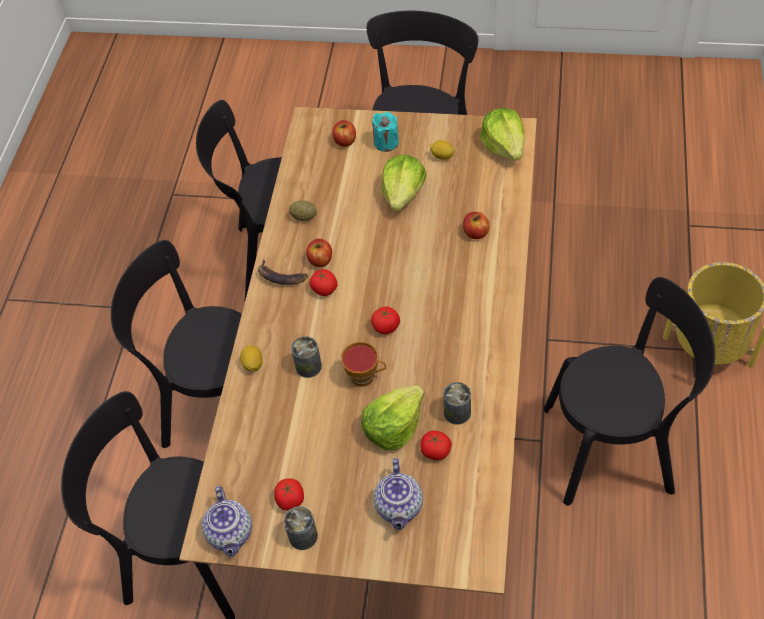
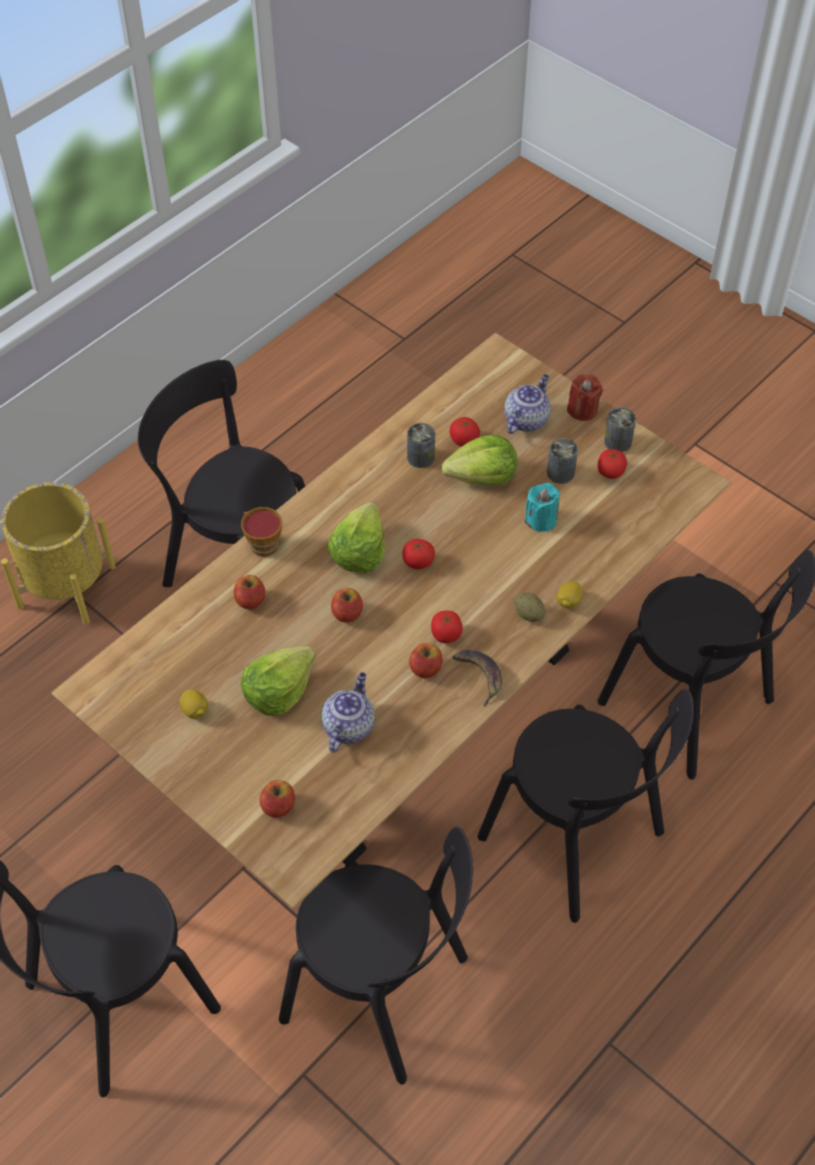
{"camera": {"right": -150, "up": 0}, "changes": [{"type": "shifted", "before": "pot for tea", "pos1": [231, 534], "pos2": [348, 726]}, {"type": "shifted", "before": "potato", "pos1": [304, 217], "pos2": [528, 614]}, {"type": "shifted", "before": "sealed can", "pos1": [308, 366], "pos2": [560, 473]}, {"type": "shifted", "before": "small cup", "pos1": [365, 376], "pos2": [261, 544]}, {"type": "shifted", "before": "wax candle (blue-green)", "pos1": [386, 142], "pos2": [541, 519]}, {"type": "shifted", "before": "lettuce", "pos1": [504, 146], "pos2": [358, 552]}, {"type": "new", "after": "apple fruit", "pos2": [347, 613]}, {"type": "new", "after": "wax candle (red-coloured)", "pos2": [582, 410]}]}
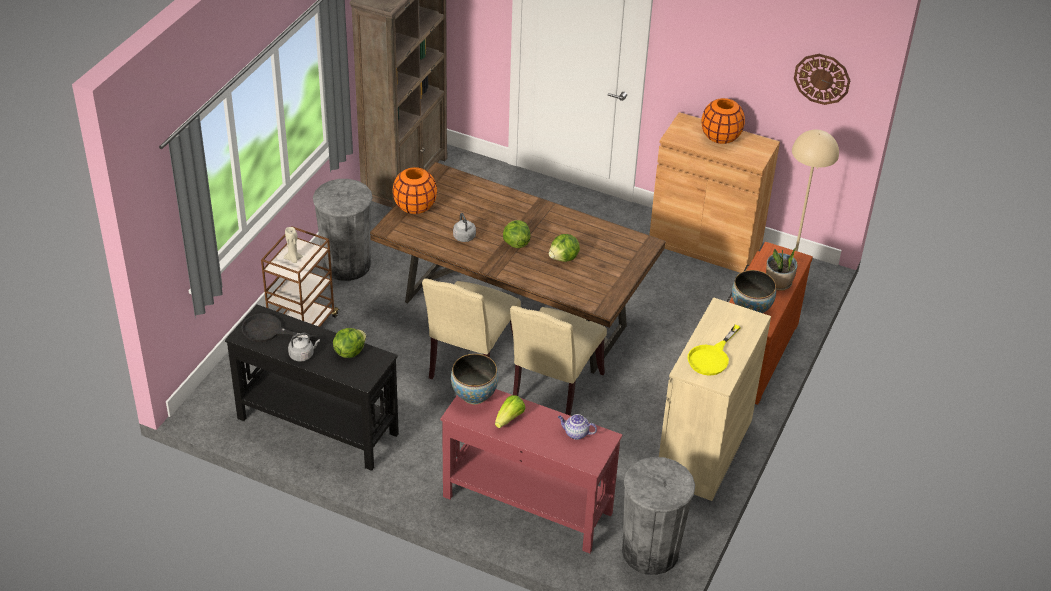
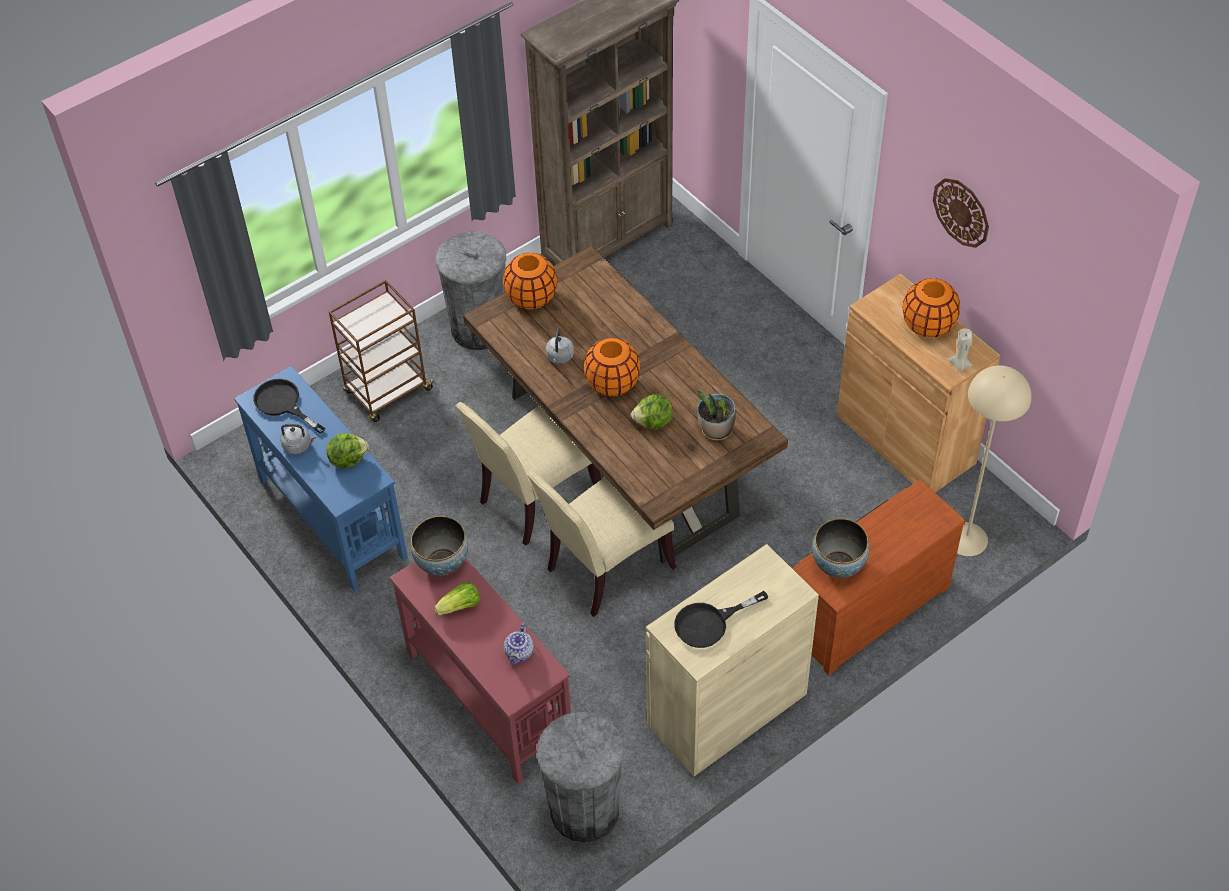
{"camera": {"right": 30, "up": 10}, "changes": [{"type": "repainted", "before": "hall table (black-coloured)", "after": "hall table (blue)", "pos1": [317, 425], "pos2": [332, 516]}, {"type": "shifted", "before": "wax candle (beige-coloured)", "pos1": [293, 259], "pos2": [959, 365]}, {"type": "swapped", "before": "lettuce", "after": "vase (orangey)", "pos1": [516, 243], "pos2": [612, 384]}, {"type": "rotated", "before": "pot for tea", "pos1": [575, 433], "pos2": [519, 653], "turn": -120}, {"type": "repainted", "before": "frying pan (yellow)", "after": "frying pan (black-coloured)", "pos1": [712, 357], "pos2": [709, 623]}, {"type": "shifted", "before": "plant in a pot", "pos1": [778, 283], "pos2": [716, 430]}, {"type": "shifted", "before": "clock on the wall", "pos1": [822, 78], "pos2": [961, 212]}]}
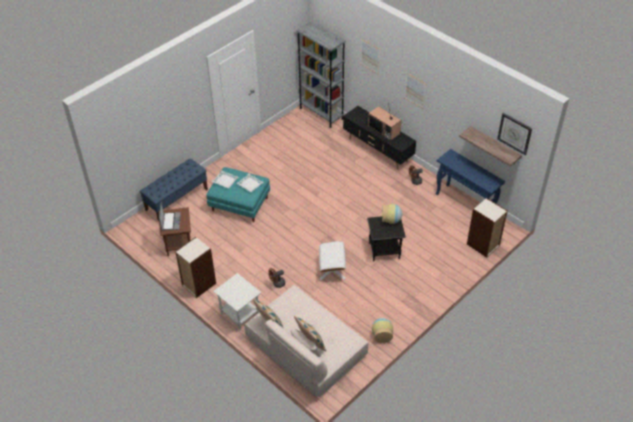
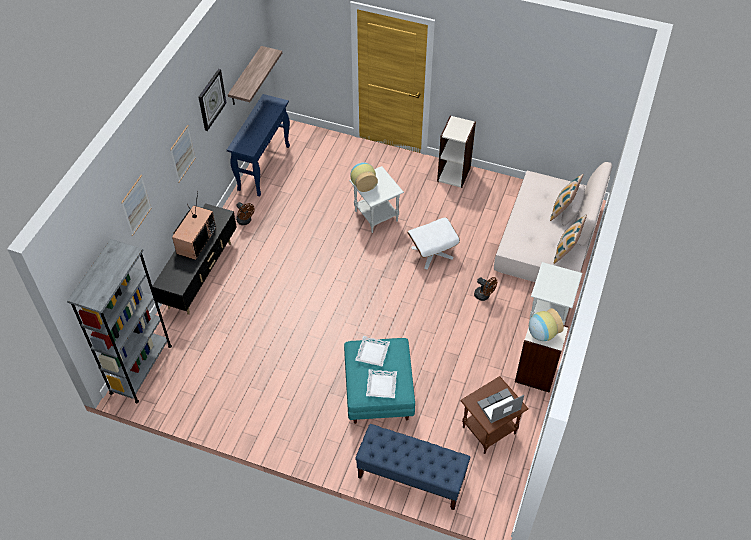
{"camera": {"right": -115, "up": 5}, "changes": [{"type": "repainted", "before": "end table (black-coloured)", "after": "end table (white-coloured)", "pos1": [384, 251], "pos2": [376, 216]}, {"type": "shifted", "before": "vase", "pos1": [382, 335], "pos2": [542, 334]}, {"type": "shifted", "before": "bookcase", "pos1": [483, 245], "pos2": [454, 174]}, {"type": "shifted", "before": "clock on the wall", "pos1": [515, 133], "pos2": [211, 99]}]}
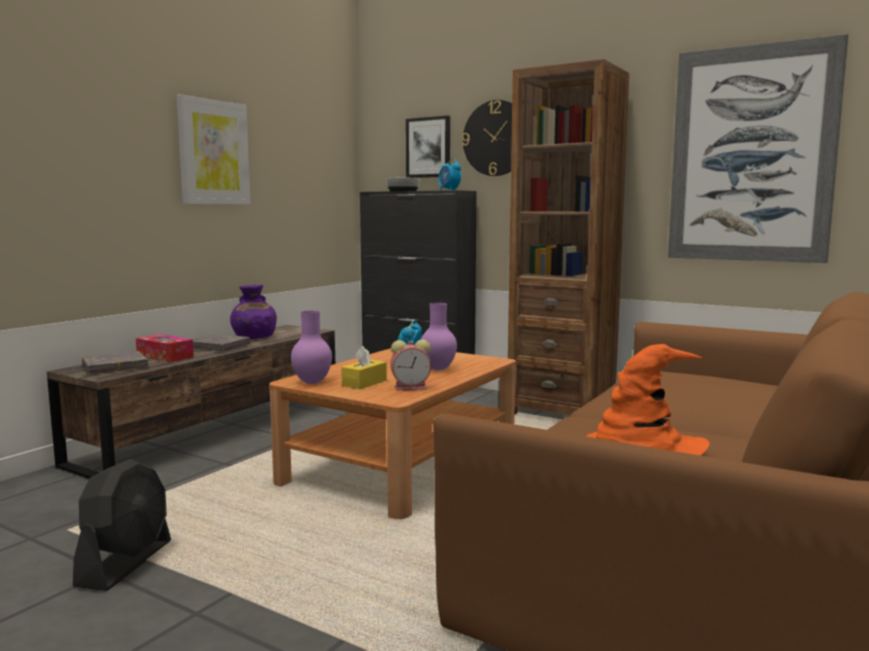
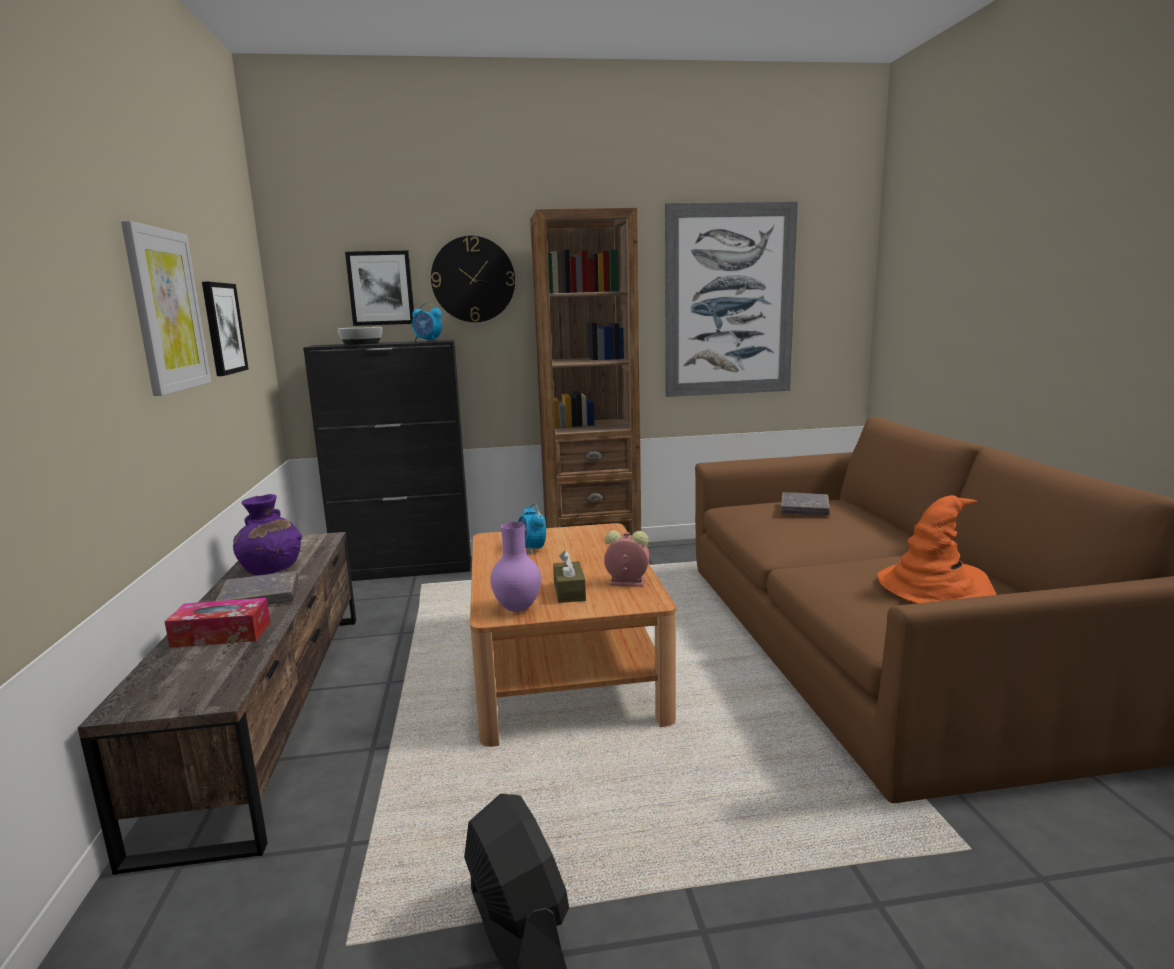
{"camera": {"right": -40, "up": 5}, "changes": [{"type": "shifted", "before": "bound book (gray)", "pos1": [115, 367], "pos2": [804, 508]}, {"type": "repainted", "before": "tissue holder (yellow)", "after": "tissue holder (brownish)", "pos1": [364, 383], "pos2": [569, 591]}, {"type": "rotated", "before": "alarm clock", "pos1": [412, 387], "pos2": [625, 582], "turn": -120}, {"type": "gone", "before": "vase (purple)", "pos1": [437, 369]}, {"type": "new", "after": "wall art", "pos2": [223, 328]}]}
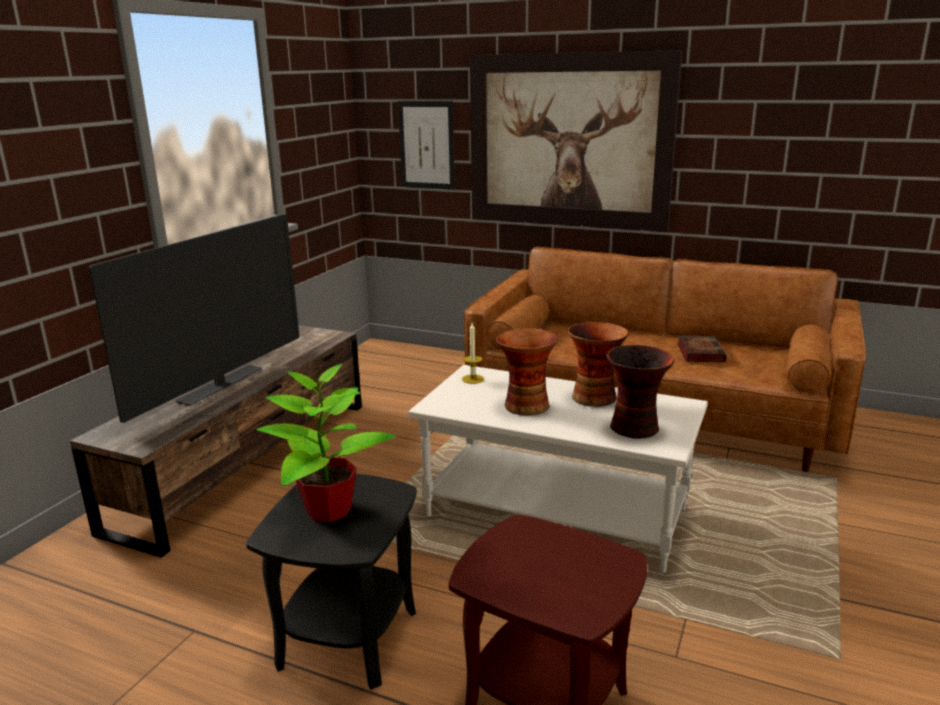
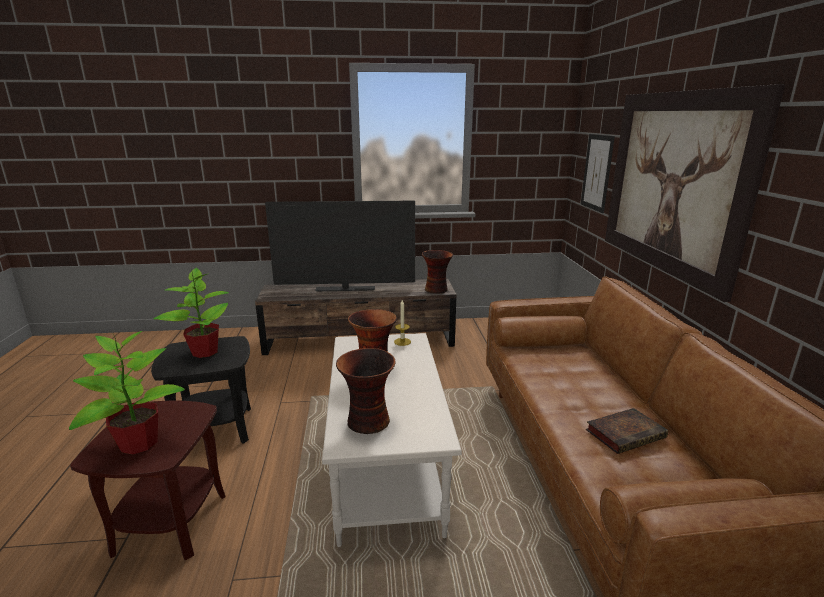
{"camera": {"right": 60, "up": 0}, "changes": [{"type": "shifted", "before": "vase", "pos1": [594, 397], "pos2": [437, 289]}, {"type": "new", "after": "plant in a pot", "pos2": [138, 443]}]}
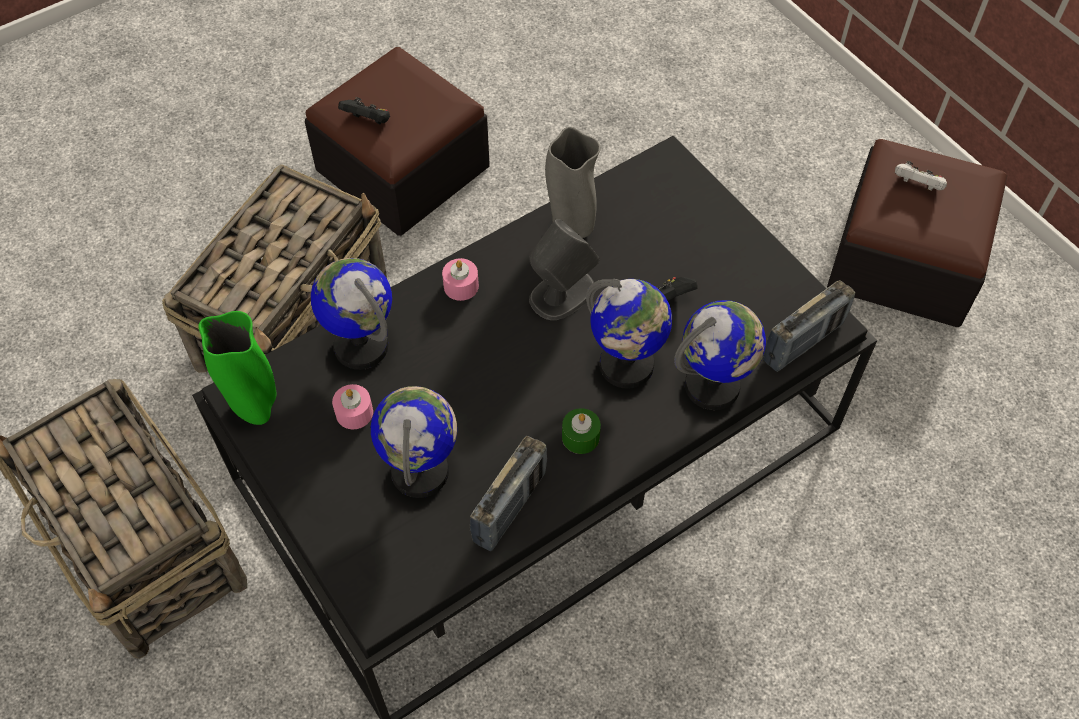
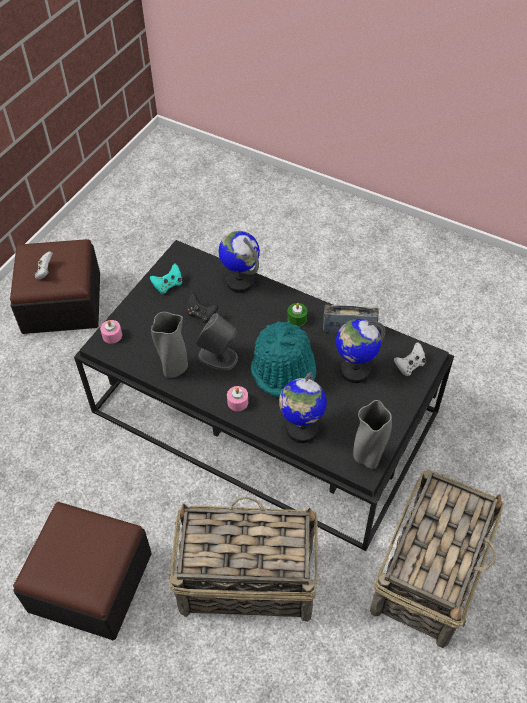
{"camera": {"right": -115, "up": -5}, "changes": [{"type": "repainted", "before": "vase (green-coloured)", "after": "vase (gray)", "pos1": [256, 408], "pos2": [367, 458]}, {"type": "shifted", "before": "wax candle (pink-coloured)", "pos1": [354, 413], "pos2": [112, 335]}, {"type": "gone", "before": "game controller (black-coloured)", "pos1": [368, 121]}, {"type": "gone", "before": "world globe", "pos1": [626, 366]}, {"type": "gone", "before": "radio receiver", "pos1": [803, 342]}, {"type": "new", "after": "game controller (blue-green)", "pos2": [168, 285]}, {"type": "new", "after": "clothing hat (blue-green)", "pos2": [284, 368]}, {"type": "new", "after": "game controller (white-coloured)", "pos2": [409, 366]}]}
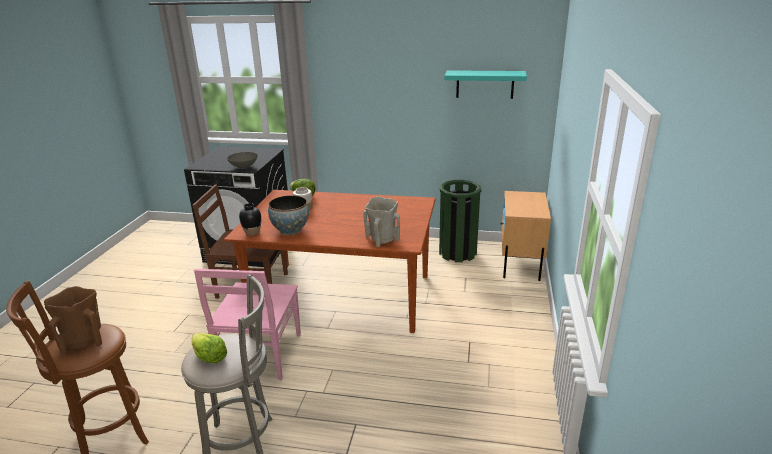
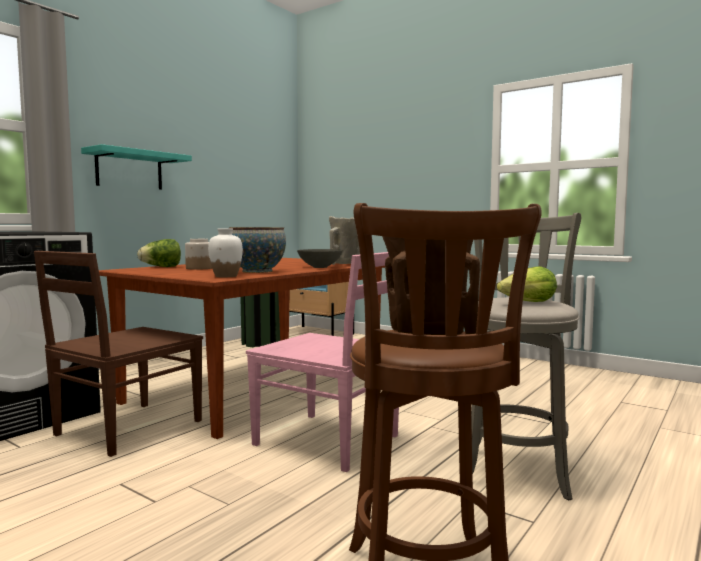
{"camera": {"right": -65, "up": -20}, "changes": [{"type": "shifted", "before": "bowl (gray)", "pos1": [244, 167], "pos2": [319, 267]}, {"type": "repainted", "before": "vase (black-coloured)", "after": "vase (white-coloured)", "pos1": [252, 232], "pos2": [226, 276]}, {"type": "shifted", "before": "wall shelf (blue-green)", "pos1": [485, 84], "pos2": [129, 170]}]}
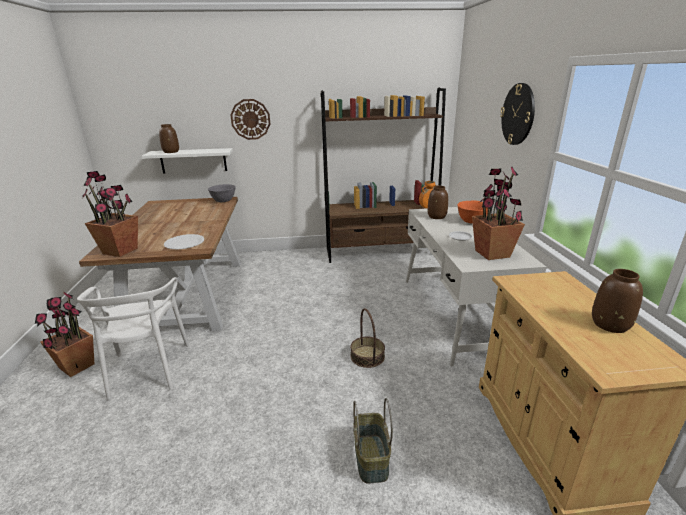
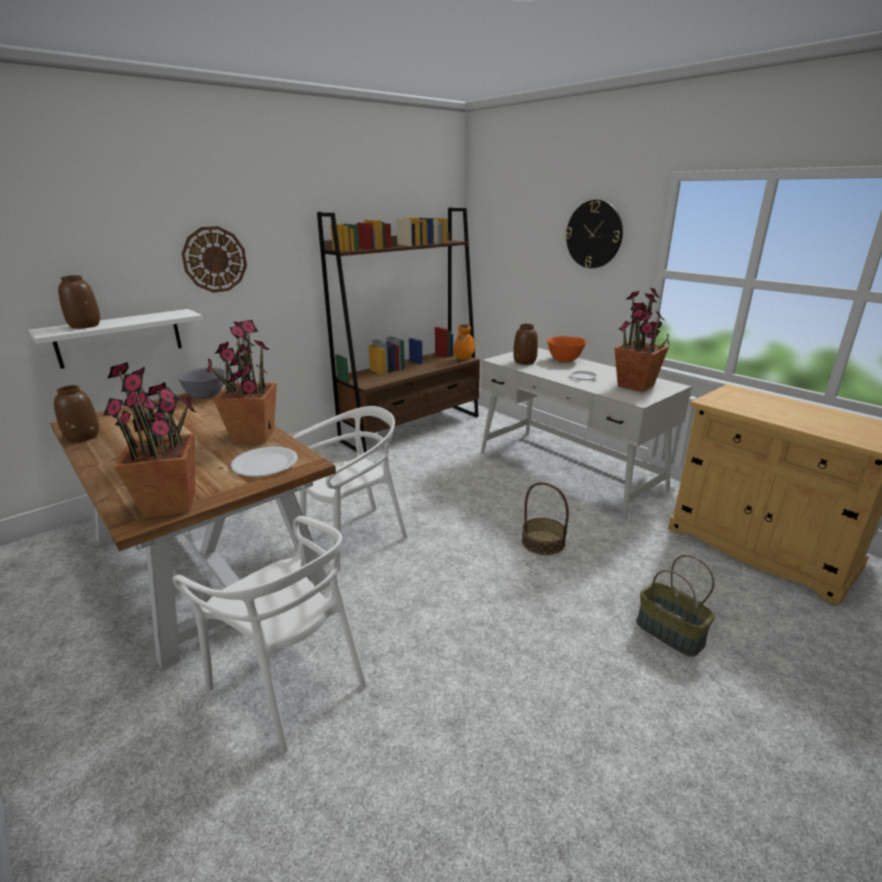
{"camera": {"right": -35, "up": 0}, "changes": [{"type": "shifted", "before": "plant in a pot", "pos1": [76, 366], "pos2": [253, 436]}, {"type": "shifted", "before": "vase (brownish)", "pos1": [610, 324], "pos2": [83, 437]}, {"type": "new", "after": "plain chair (white-coloured)", "pos2": [353, 536]}]}
